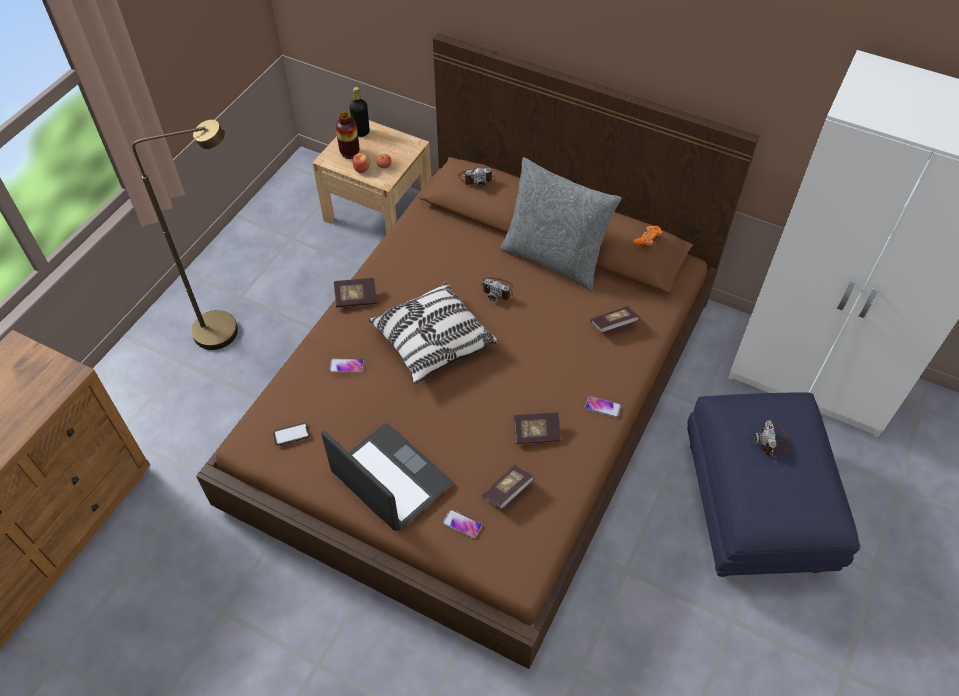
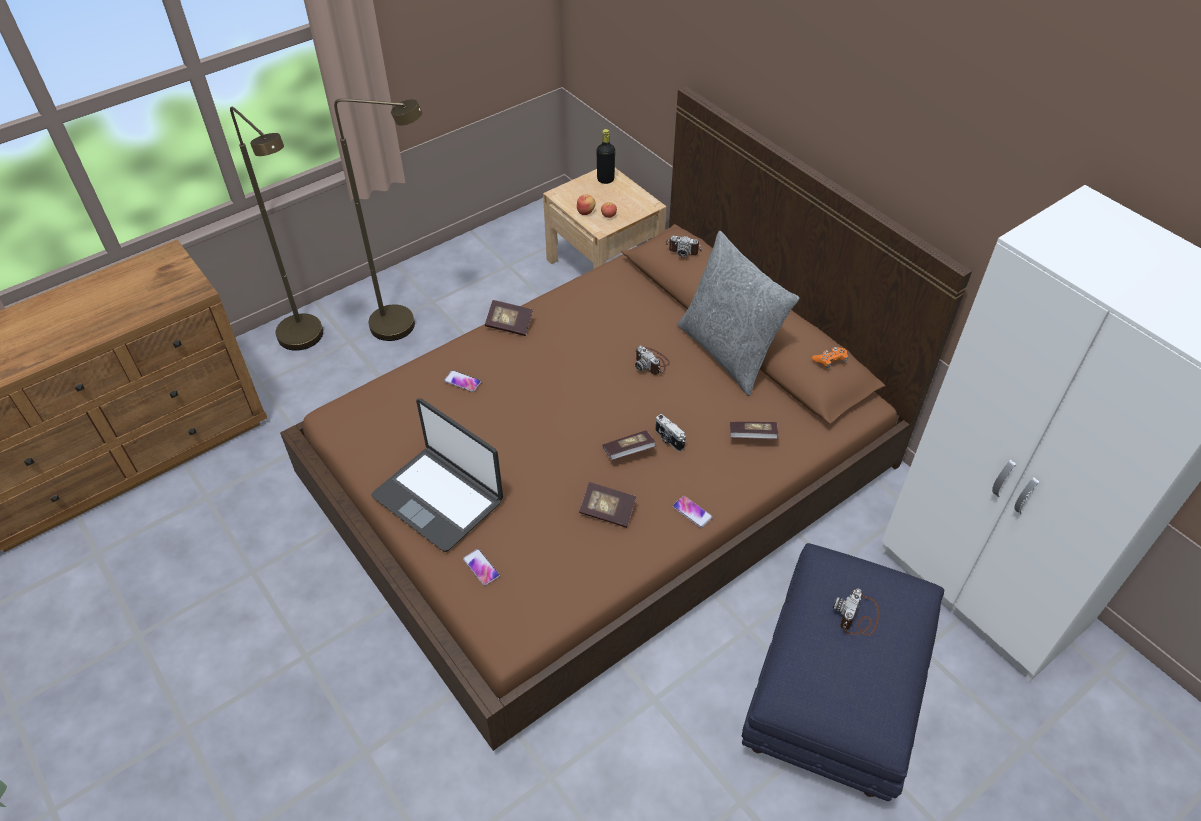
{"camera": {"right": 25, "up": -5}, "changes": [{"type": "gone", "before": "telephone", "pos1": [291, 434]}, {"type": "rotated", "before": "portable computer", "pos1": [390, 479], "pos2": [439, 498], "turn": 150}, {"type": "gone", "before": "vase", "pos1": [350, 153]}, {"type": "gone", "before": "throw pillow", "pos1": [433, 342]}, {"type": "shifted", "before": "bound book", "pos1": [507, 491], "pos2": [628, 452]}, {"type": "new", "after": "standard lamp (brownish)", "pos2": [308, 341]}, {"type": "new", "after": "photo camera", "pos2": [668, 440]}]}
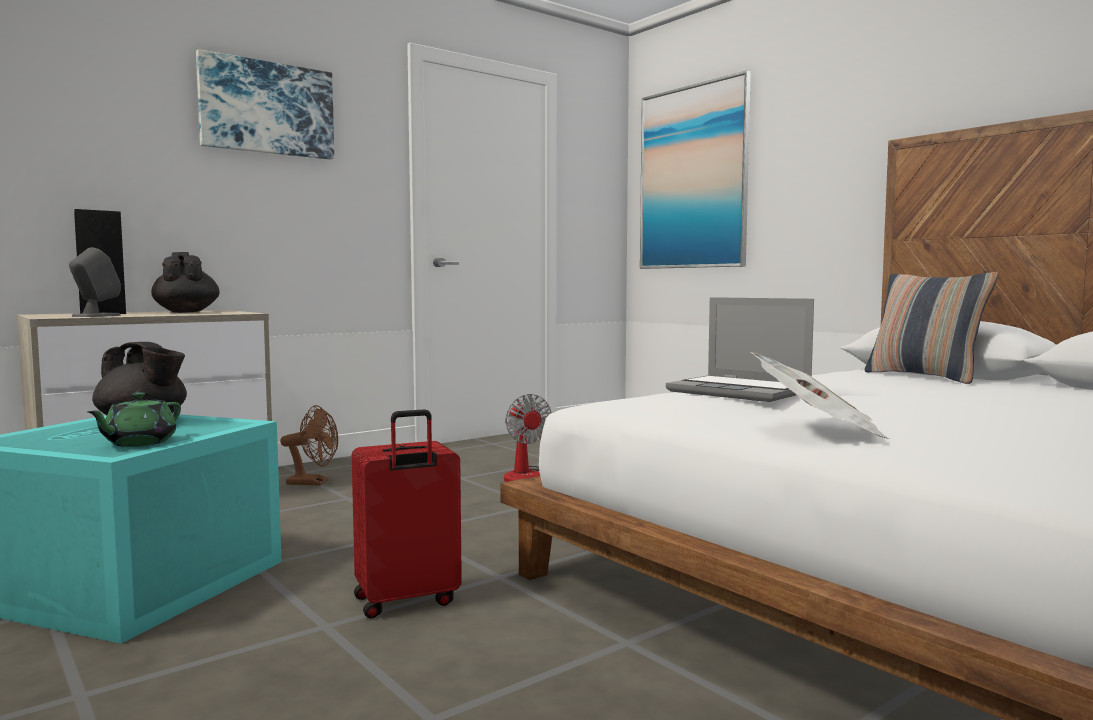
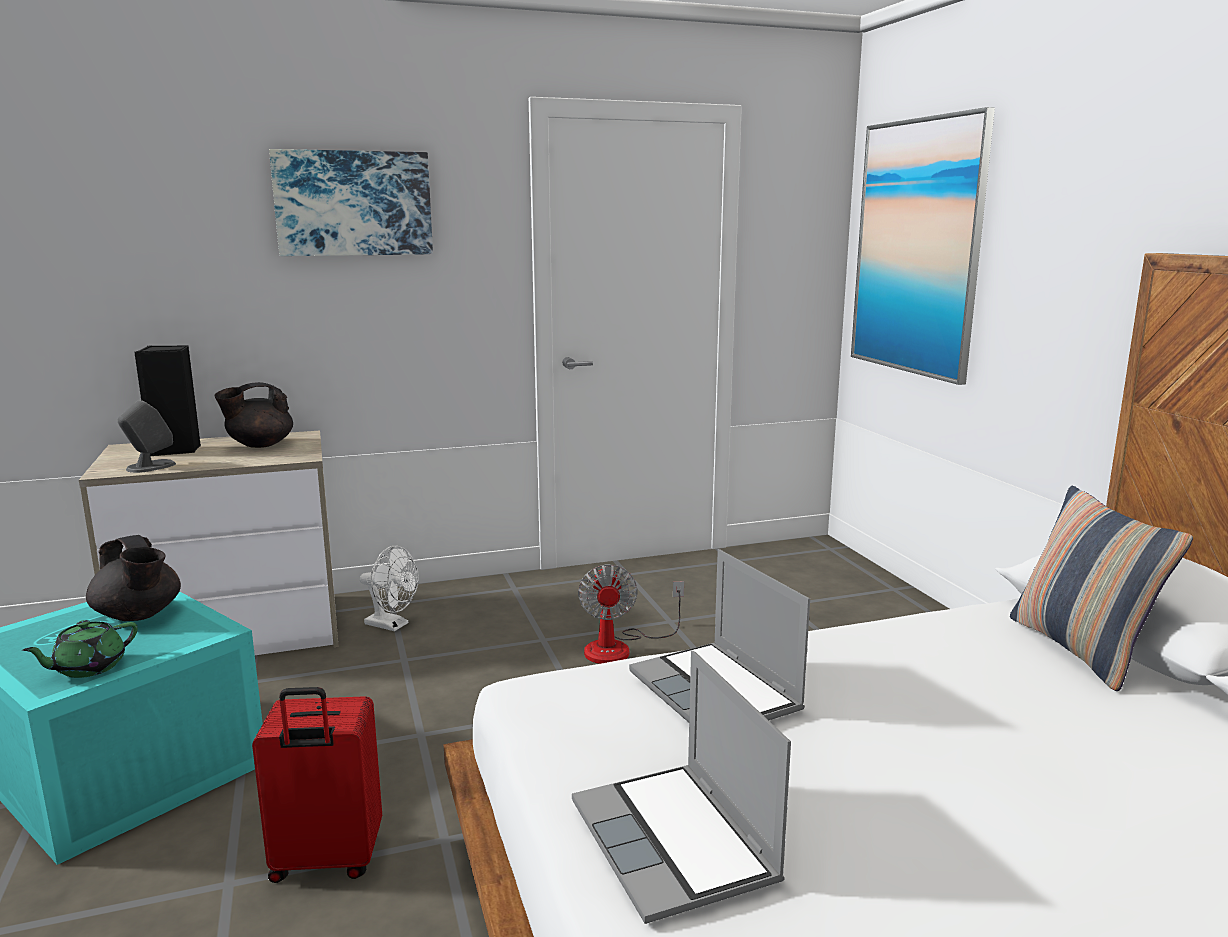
{"camera": {"right": 20, "up": 10}, "changes": [{"type": "rotated", "before": "pot for tea (black-coloured)", "pos1": [186, 312], "pos2": [259, 445], "turn": -120}, {"type": "repainted", "before": "cooling fan (brownish)", "after": "cooling fan (white-coloured)", "pos1": [314, 483], "pos2": [392, 625]}, {"type": "swapped", "before": "daily paper", "after": "portable computer", "pos1": [819, 430], "pos2": [676, 843]}]}
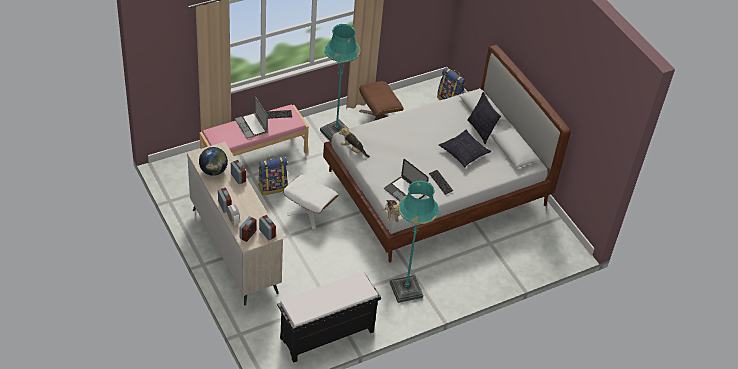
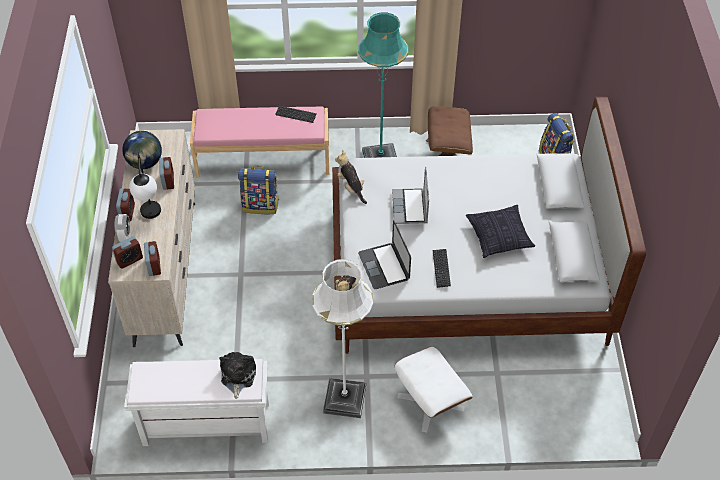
{"camera": {"right": 30, "up": 5}, "changes": [{"type": "shifted", "before": "portable computer", "pos1": [252, 126], "pos2": [410, 208]}, {"type": "repainted", "before": "bench (black-coloured)", "after": "bench (white-coloured)", "pos1": [326, 335], "pos2": [205, 425]}, {"type": "shifted", "before": "footrest (white-coloured)", "pos1": [309, 212], "pos2": [430, 402]}, {"type": "repainted", "before": "standard lamp (blue-green)", "after": "standard lamp (white-coloured)", "pos1": [406, 290], "pos2": [344, 399]}, {"type": "gone", "before": "throw pillow", "pos1": [481, 131]}, {"type": "new", "after": "tabletop lamp", "pos2": [151, 217]}, {"type": "new", "after": "plush toy", "pos2": [237, 376]}]}
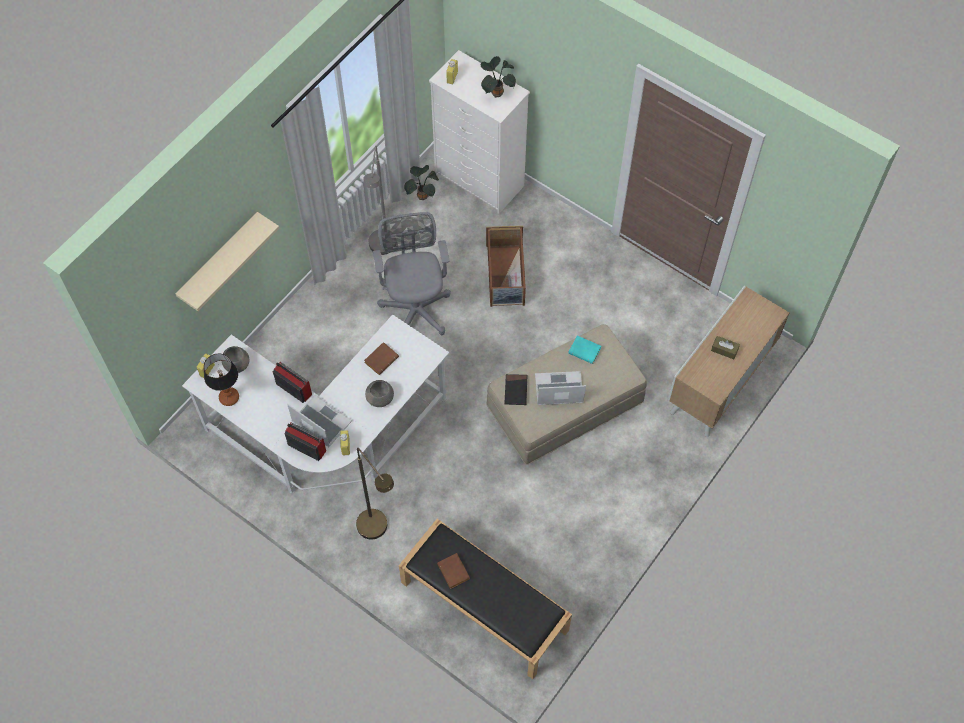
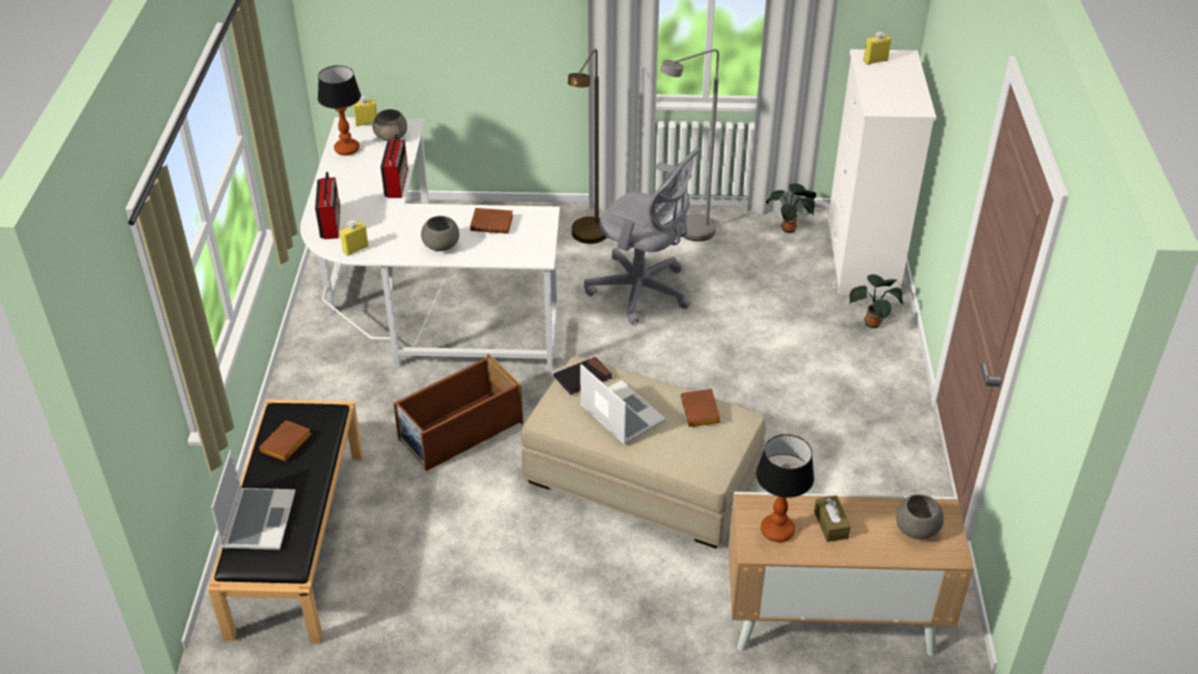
{"camera": {"right": 55, "up": -20}, "changes": [{"type": "gone", "before": "wall shelf (beige-coloured)", "pos1": [219, 260]}, {"type": "shifted", "before": "portable computer", "pos1": [320, 422], "pos2": [258, 519]}, {"type": "shifted", "before": "standard lamp (brownish)", "pos1": [378, 531], "pos2": [588, 239]}, {"type": "rotated", "before": "desk chair (gray)", "pos1": [415, 308], "pos2": [643, 291], "turn": 75}, {"type": "shifted", "before": "plant in a pot", "pos1": [496, 92], "pos2": [872, 323]}, {"type": "shifted", "before": "storage bin (brownish)", "pos1": [506, 276], "pos2": [459, 431]}, {"type": "repainted", "before": "bound book (blue-green)", "after": "bound book (brownish)", "pos1": [585, 351], "pos2": [702, 412]}, {"type": "new", "after": "tabletop lamp", "pos2": [777, 530]}, {"type": "new", "after": "bowl (gray)", "pos2": [916, 529]}]}
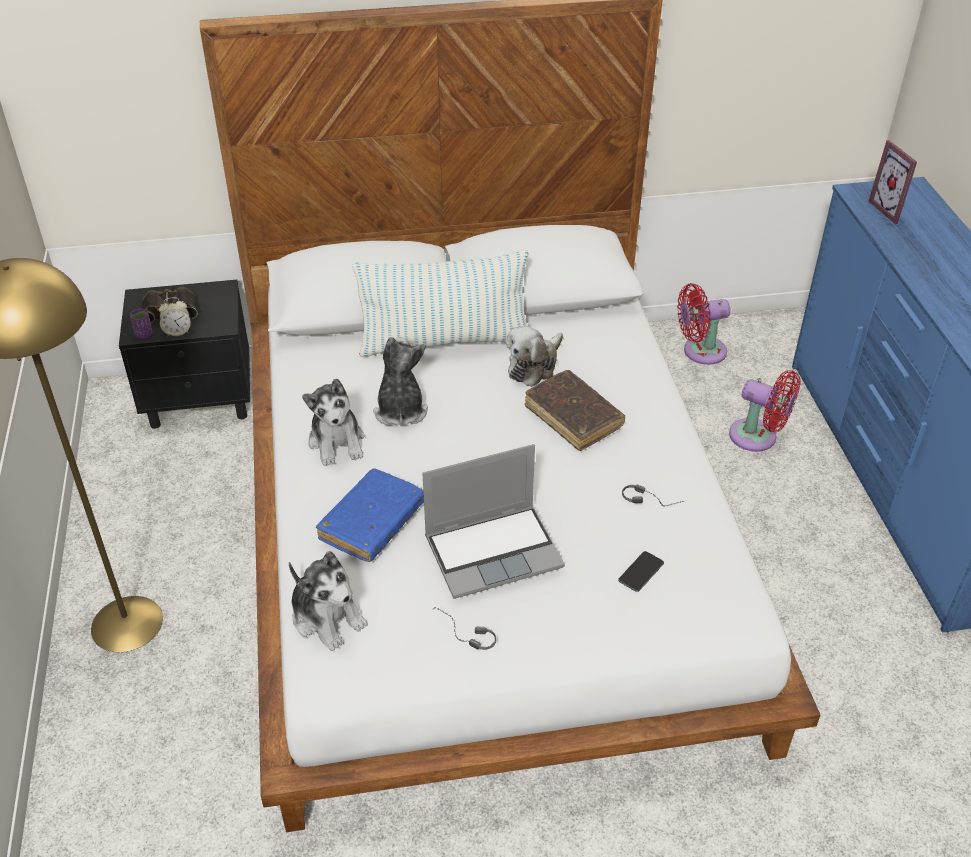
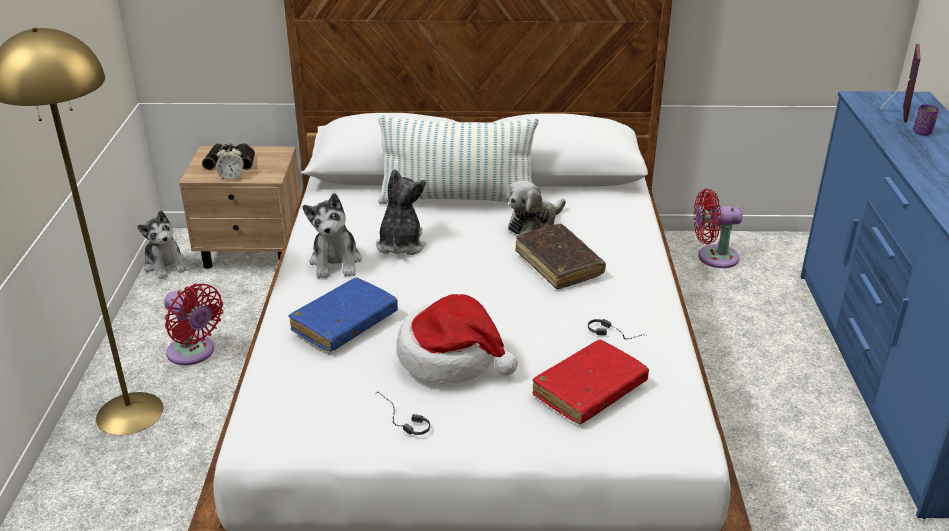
{"camera": {"right": 10, "up": -10}, "changes": [{"type": "repainted", "before": "nightstand (black-coloured)", "after": "nightstand (beige-coloured)", "pos1": [201, 399], "pos2": [253, 251]}, {"type": "shifted", "before": "small cup (purple)", "pos1": [144, 334], "pos2": [922, 132]}, {"type": "shifted", "before": "plush toy", "pos1": [327, 617], "pos2": [166, 265]}, {"type": "swapped", "before": "portable computer", "after": "clothing hat", "pos1": [494, 551], "pos2": [451, 357]}, {"type": "swapped", "before": "telephone", "after": "bound book (red-coloured)", "pos1": [641, 572], "pos2": [589, 390]}, {"type": "shifted", "before": "cooling fan (red-coloured)", "pos1": [758, 437], "pos2": [194, 353]}, {"type": "rotated", "before": "standing frame", "pos1": [892, 210], "pos2": [893, 112], "turn": -150}]}
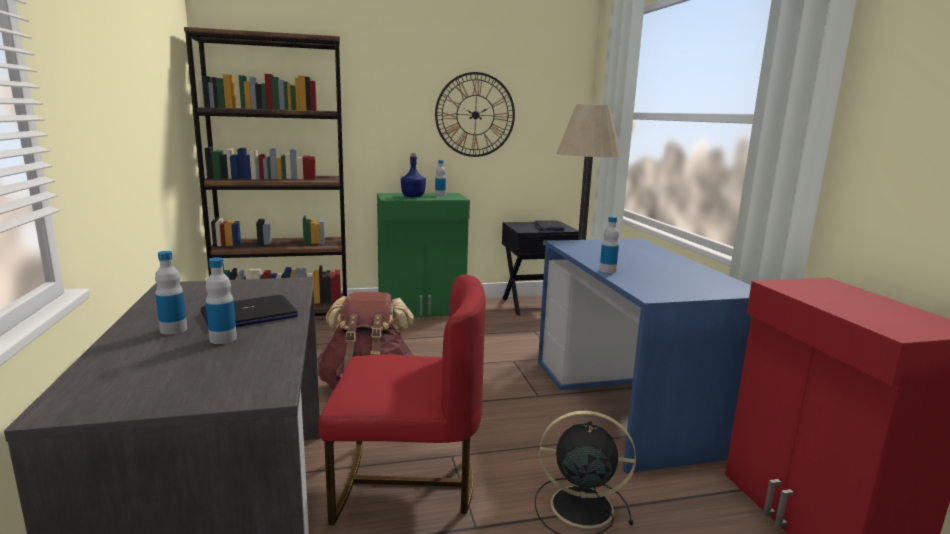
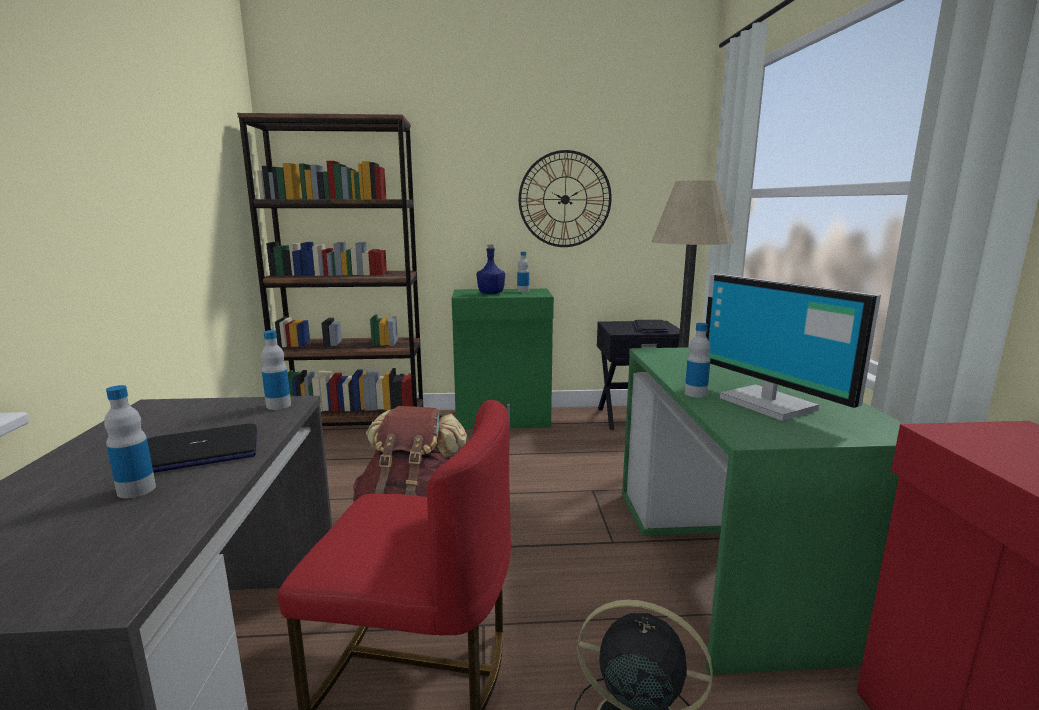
{"camera": {"right": 10, "up": 0}, "changes": [{"type": "shifted", "before": "bottle", "pos1": [173, 329], "pos2": [278, 405]}, {"type": "repainted", "before": "desk unit (blue)", "after": "desk unit (green-coloured)", "pos1": [628, 403], "pos2": [729, 561]}, {"type": "new", "after": "monitor", "pos2": [770, 403]}]}
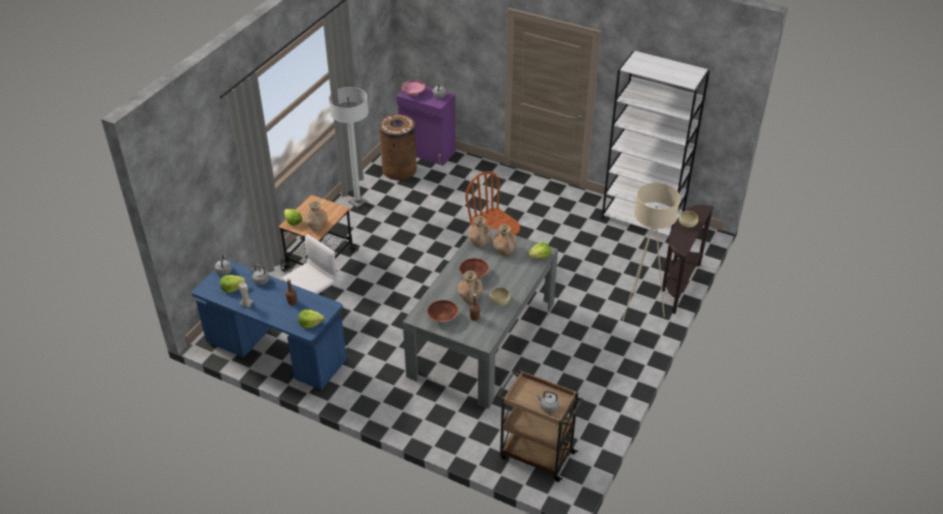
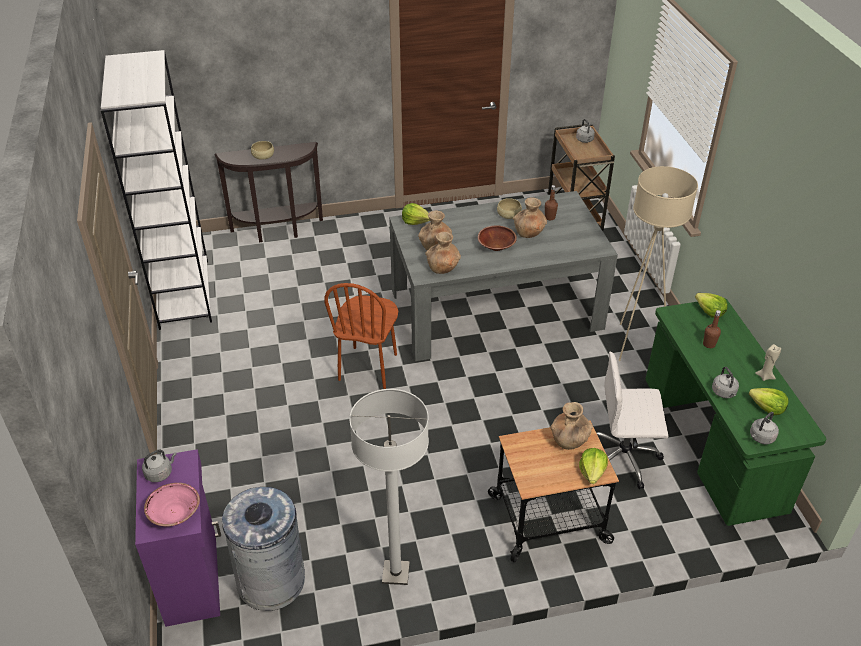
{"camera": {"right": -130, "up": 0}, "changes": [{"type": "repainted", "before": "desk unit (blue)", "after": "desk unit (green-coloured)", "pos1": [276, 352], "pos2": [712, 443]}, {"type": "repainted", "before": "waste bin (brownish)", "after": "waste bin (gray)", "pos1": [399, 170], "pos2": [271, 581]}, {"type": "gone", "before": "bowl (brownish)", "pos1": [442, 317]}, {"type": "shifted", "before": "standard lamp (beige-coloured)", "pos1": [640, 310], "pos2": [635, 344]}]}
